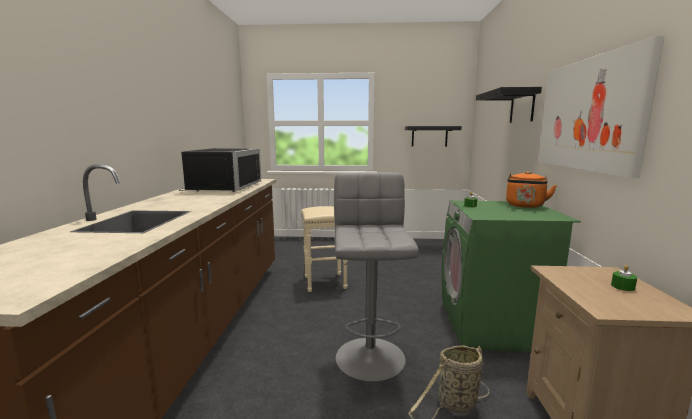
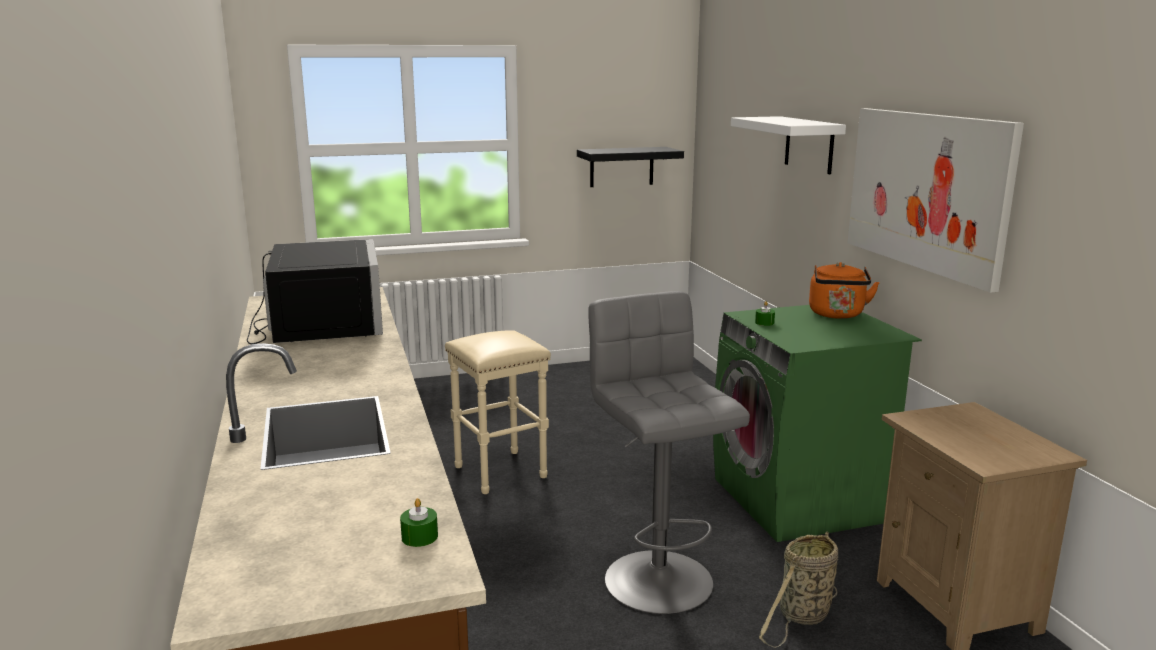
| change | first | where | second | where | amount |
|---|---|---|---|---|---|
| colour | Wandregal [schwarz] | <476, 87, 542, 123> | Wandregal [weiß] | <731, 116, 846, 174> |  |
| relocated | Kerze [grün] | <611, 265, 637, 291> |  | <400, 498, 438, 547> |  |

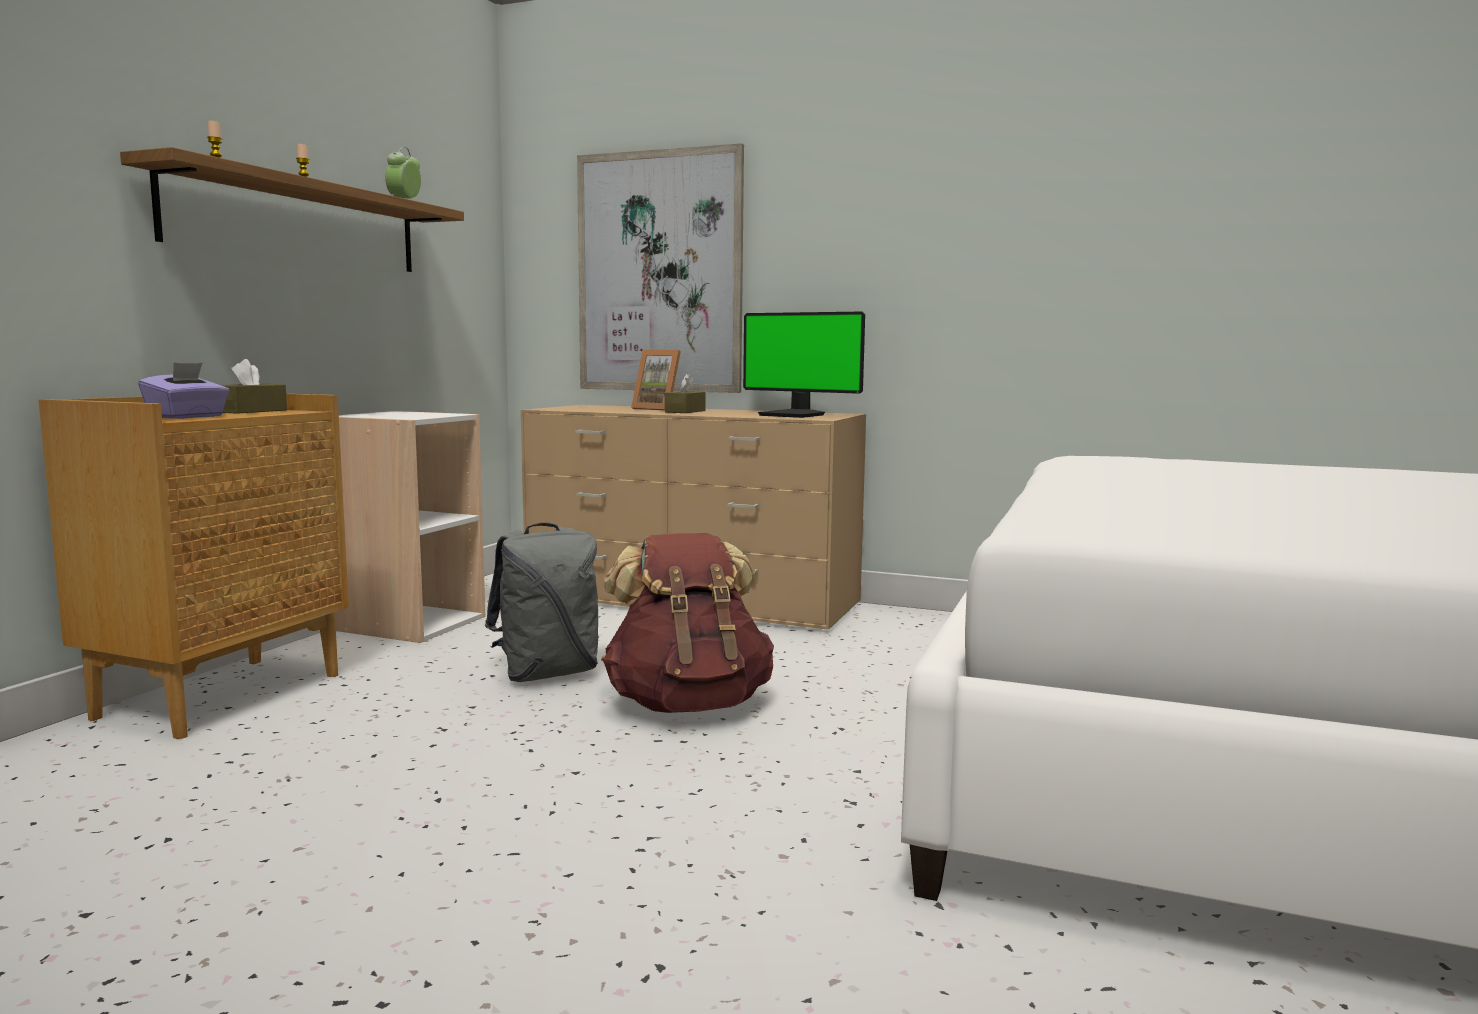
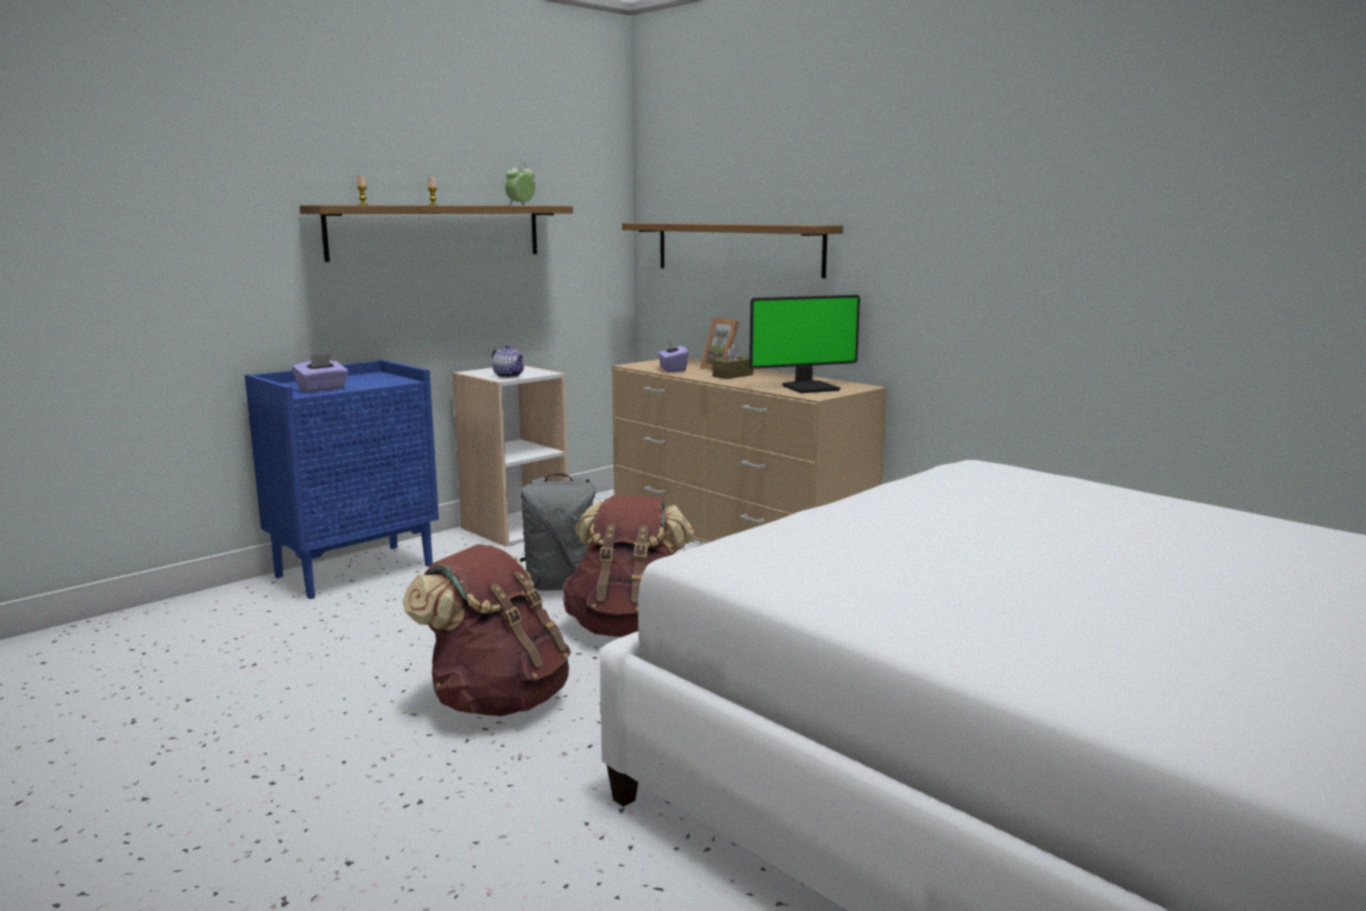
| change | first | where | second | where | amount |
|---|---|---|---|---|---|
| colour | Schrank [braun] | <38, 393, 349, 739> | Schrank [blau] | <245, 360, 439, 599> |  |
| missing | Taschentuchbox [braun] | <221, 359, 287, 414> |  |  |  |
| exchanged | Bild | <577, 143, 744, 393> | Wandregal | <622, 223, 843, 278> |  |
| spun | Monitor | <743, 312, 865, 418> |  | <749, 295, 860, 393> | 75 degrees counterclockwise |
| appeared |  |  | Rucksack [braun] | <402, 544, 571, 717> |  |
| appeared |  |  | Teekanne | <492, 345, 524, 378> |  |
| appeared |  |  | Taschentuchbox [lila] | <658, 340, 688, 372> |  |

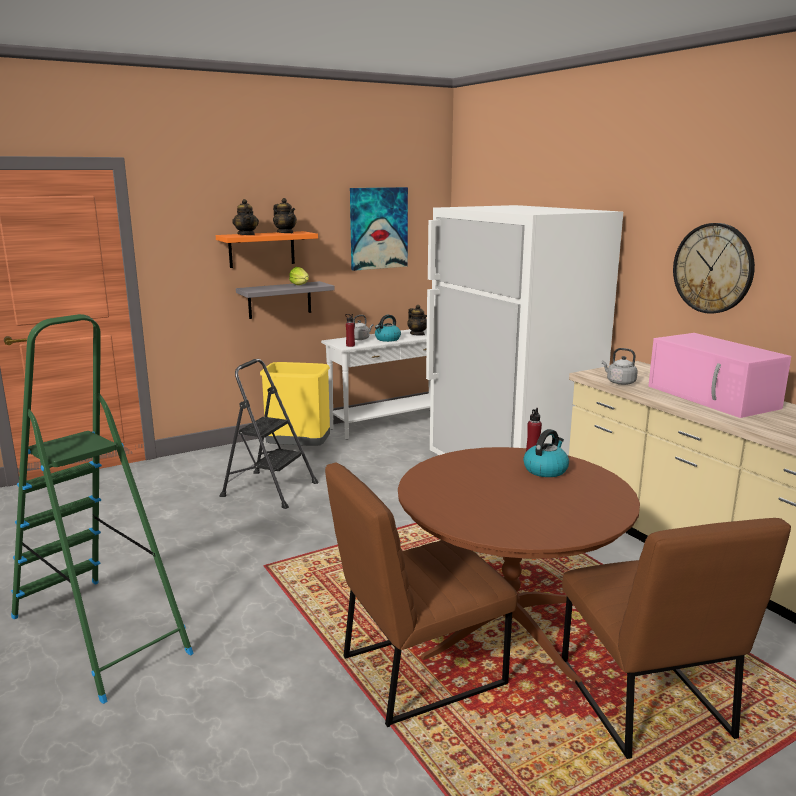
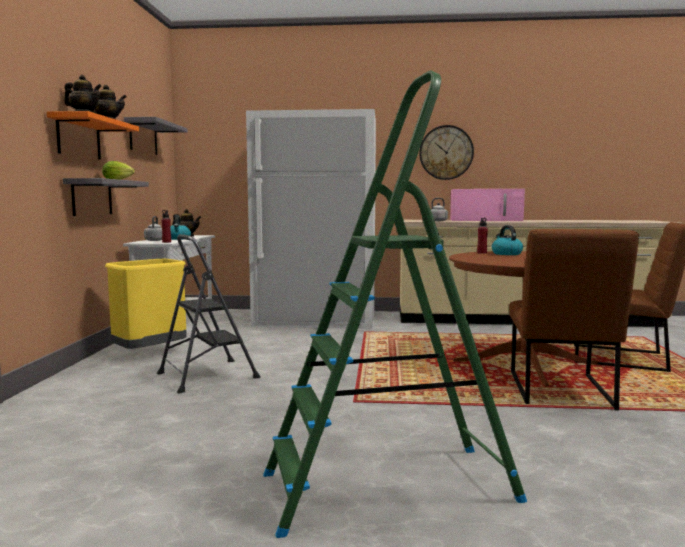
| change | first | where | second | where | amount |
|---|---|---|---|---|---|
| exchanged | Bild | <350, 187, 408, 271> | Wandregal [grau] | <124, 117, 188, 155> |  |

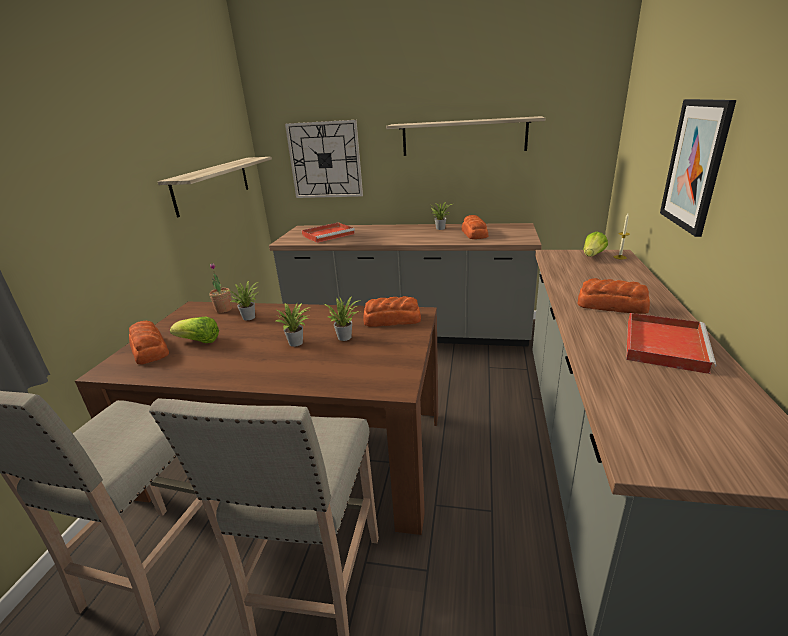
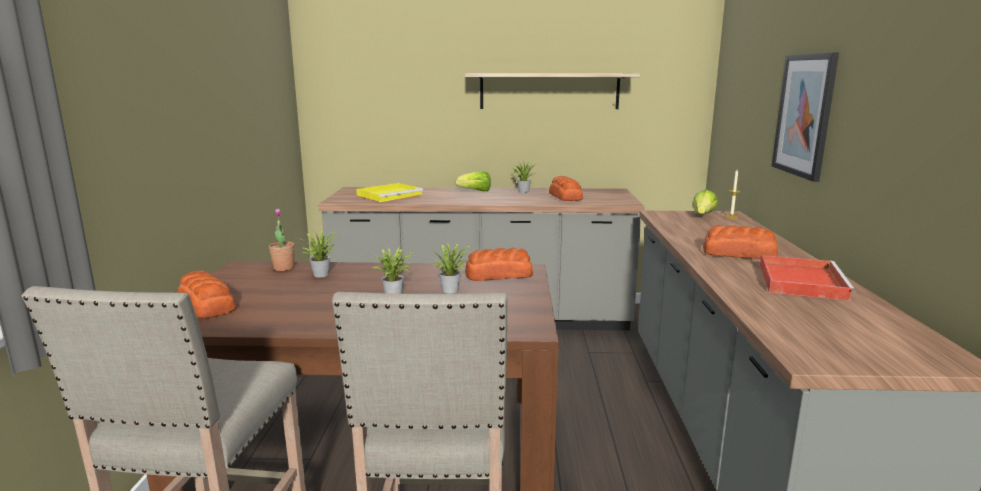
| change | first | where | second | where | amount |
|---|---|---|---|---|---|
| missing | Wandregal | <157, 157, 272, 217> |  |  |  |
| relocated | Salatkopf | <170, 317, 219, 343> |  | <455, 171, 491, 191> |  |
| missing | Wanduhr | <285, 120, 363, 198> |  |  |  |
| colour | Tablett [rot] | <302, 222, 355, 243> | Tablett [gelb] | <356, 183, 423, 202> |  |

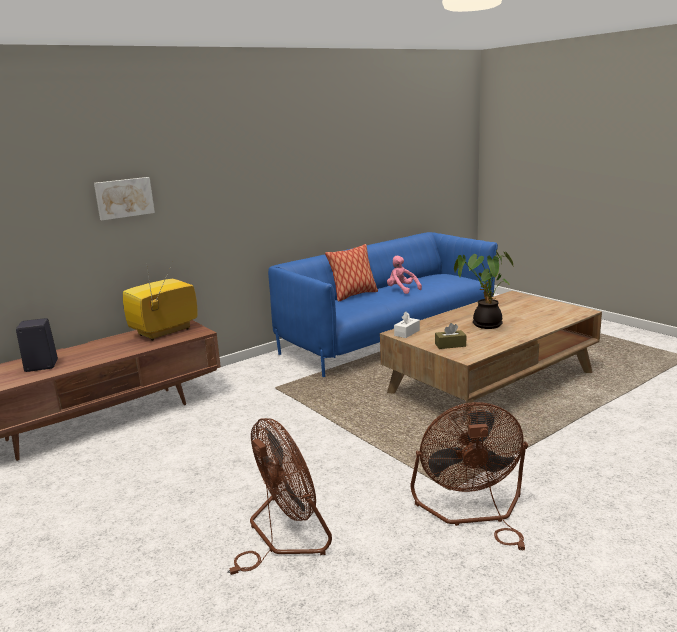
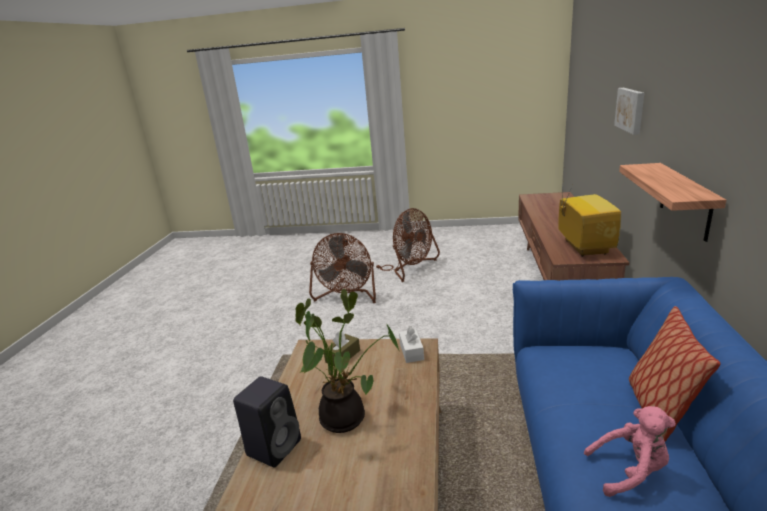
| change | first | where | second | where | amount |
|---|---|---|---|---|---|
| relocated | Lautsprecher [schwarz] | <16, 318, 58, 372> |  | <233, 376, 301, 468> |  |
| relocated | Ventilator [braun] | <411, 402, 528, 550> |  | <376, 208, 440, 282> |  |
| appeared |  |  | Wandregal | <619, 163, 726, 242> |  |

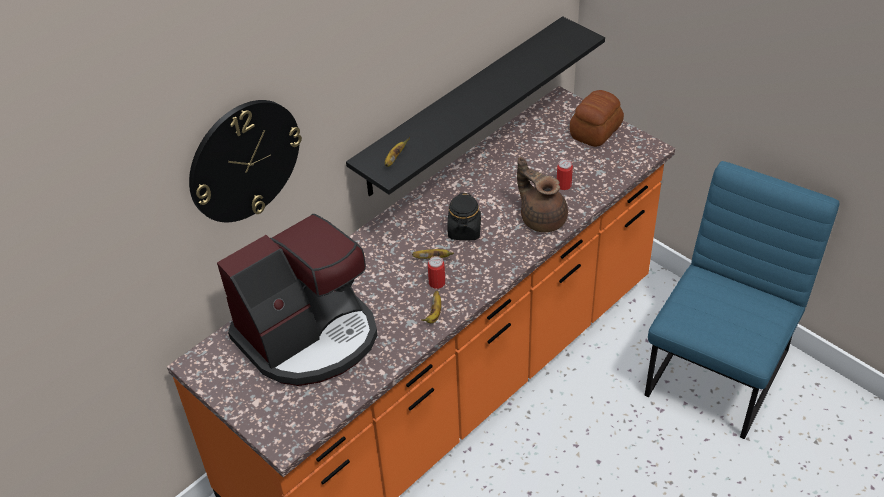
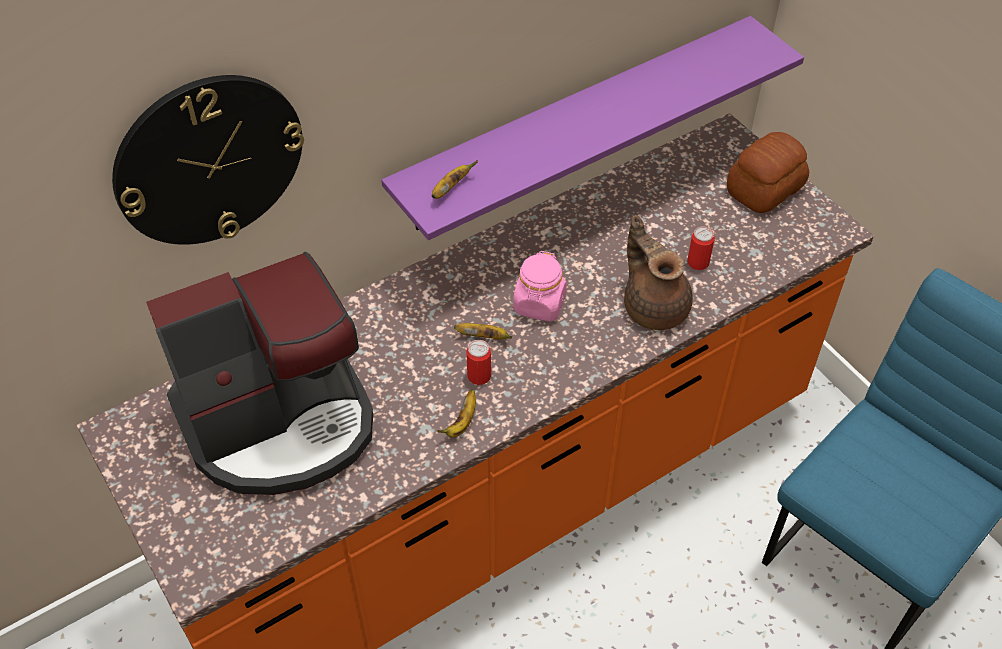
| change | first | where | second | where | amount |
|---|---|---|---|---|---|
| colour | Wandregal [schwarz] | <346, 16, 605, 196> | Wandregal [lila] | <381, 16, 804, 240> |  |
| colour | Vorratsglas [schwarz] | <447, 193, 481, 240> | Vorratsglas [rosa] | <513, 251, 567, 322> |  |

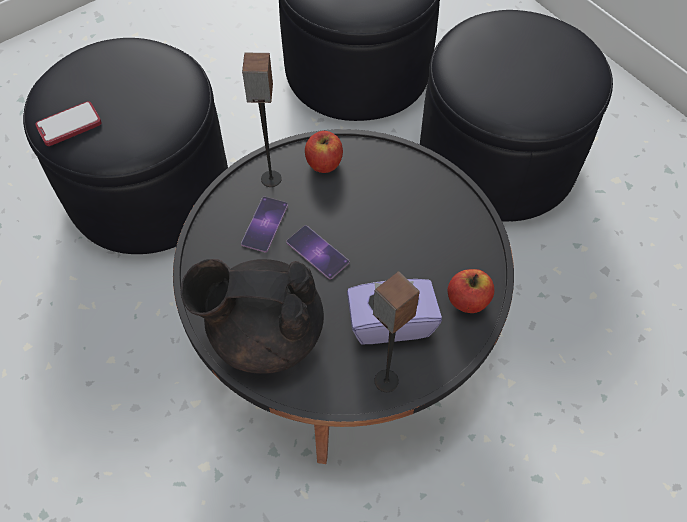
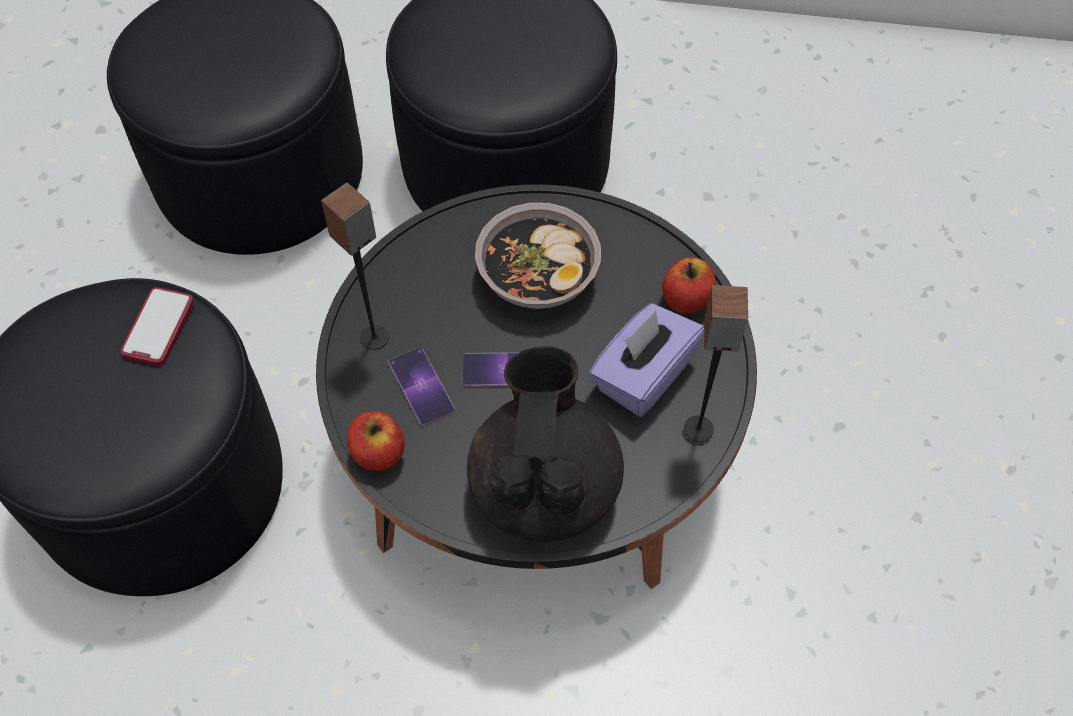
| change | first | where | second | where | amount |
|---|---|---|---|---|---|
| relocated | Handy | <35, 101, 102, 146> |  | <120, 287, 194, 366> |  |
| spun | Teekanne [schwarz] | <181, 259, 324, 374> |  | <467, 346, 624, 542> | 135 degrees clockwise |
| relocated | Apfel | <305, 131, 343, 173> |  | <347, 411, 405, 471> |  |
| appeared |  |  | Schüssel | <475, 202, 601, 309> |  |

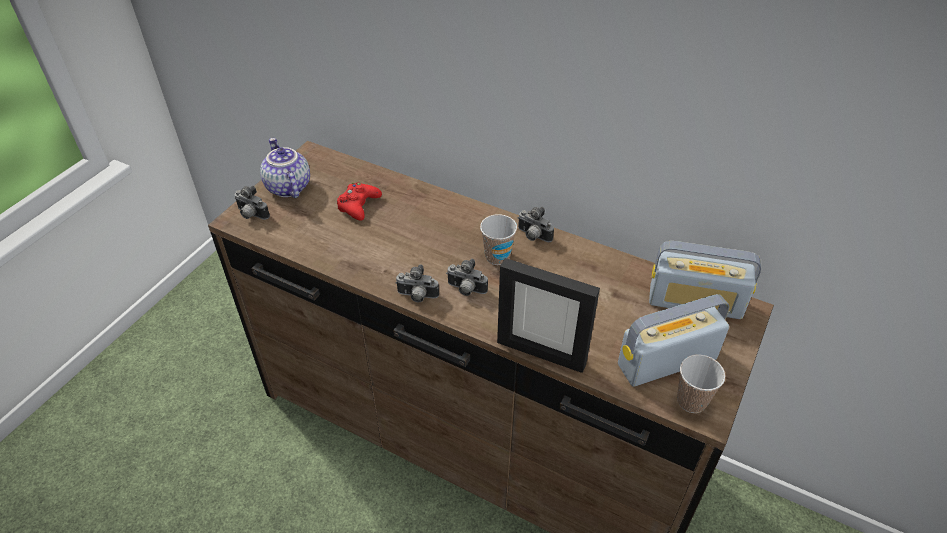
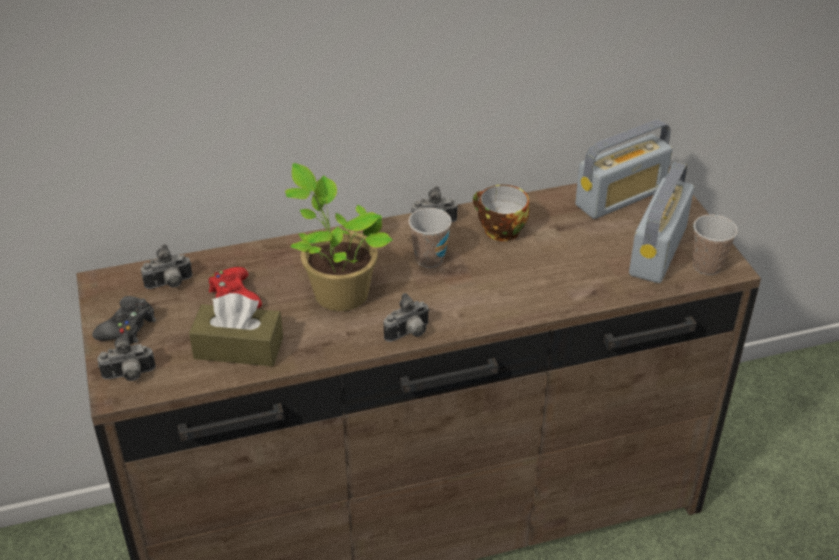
| change | first | where | second | where | amount |
|---|---|---|---|---|---|
| exchanged | Teekanne | <260, 138, 310, 198> | Gamepad [schwarz] | <92, 296, 156, 344> |  |
| relocated | Kamera | <446, 258, 488, 296> |  | <141, 244, 193, 289> |  |
| missing | Bilderrahmen | <497, 258, 600, 373> |  |  |  |
| appeared |  |  | Taschentuchbox [braun] | <189, 293, 283, 366> |  |
| appeared |  |  | Topfpflanze | <285, 163, 393, 311> |  |
| appeared |  |  | Tasse | <473, 185, 529, 241> |  |

